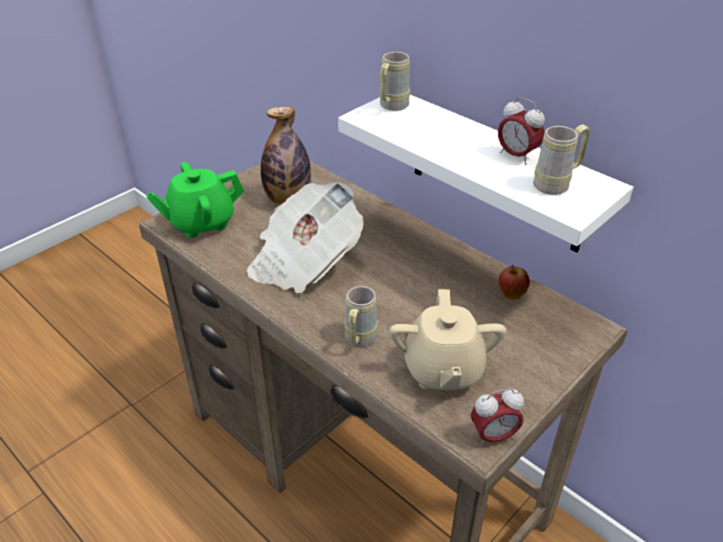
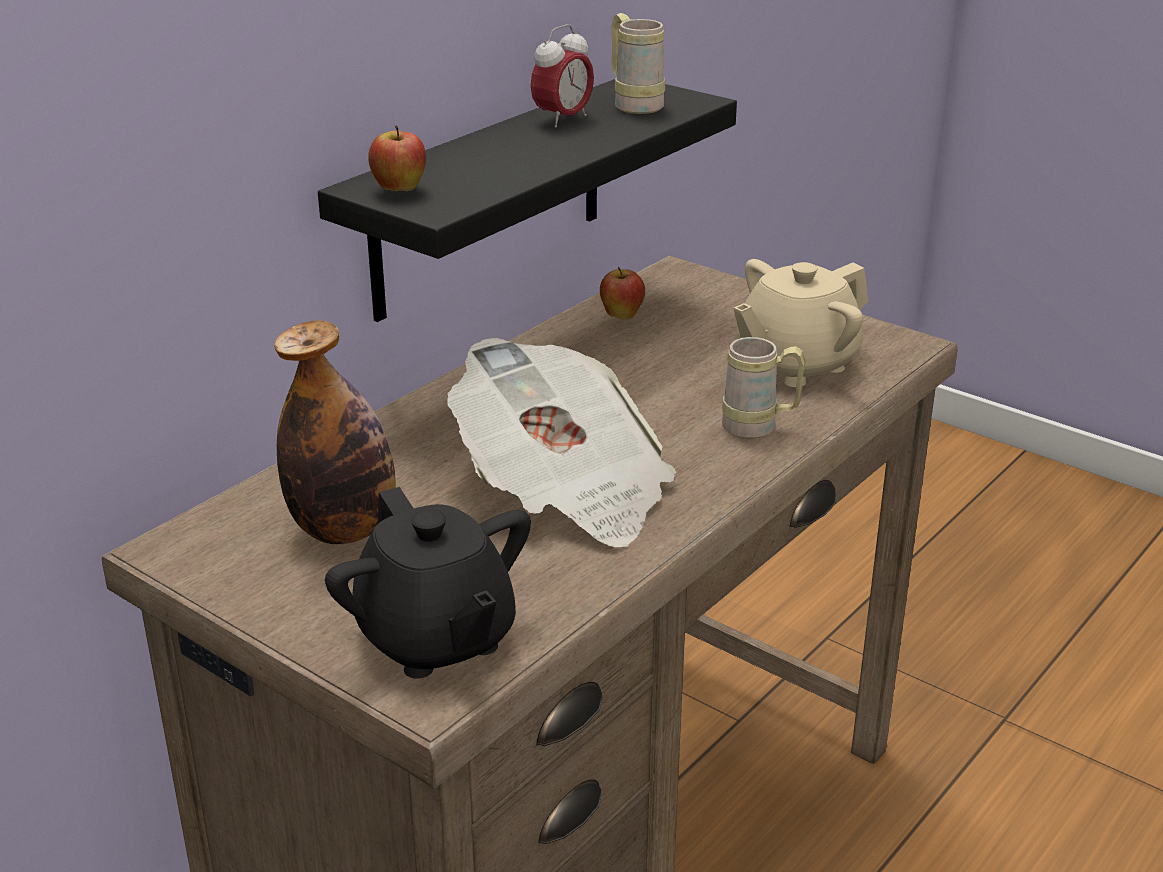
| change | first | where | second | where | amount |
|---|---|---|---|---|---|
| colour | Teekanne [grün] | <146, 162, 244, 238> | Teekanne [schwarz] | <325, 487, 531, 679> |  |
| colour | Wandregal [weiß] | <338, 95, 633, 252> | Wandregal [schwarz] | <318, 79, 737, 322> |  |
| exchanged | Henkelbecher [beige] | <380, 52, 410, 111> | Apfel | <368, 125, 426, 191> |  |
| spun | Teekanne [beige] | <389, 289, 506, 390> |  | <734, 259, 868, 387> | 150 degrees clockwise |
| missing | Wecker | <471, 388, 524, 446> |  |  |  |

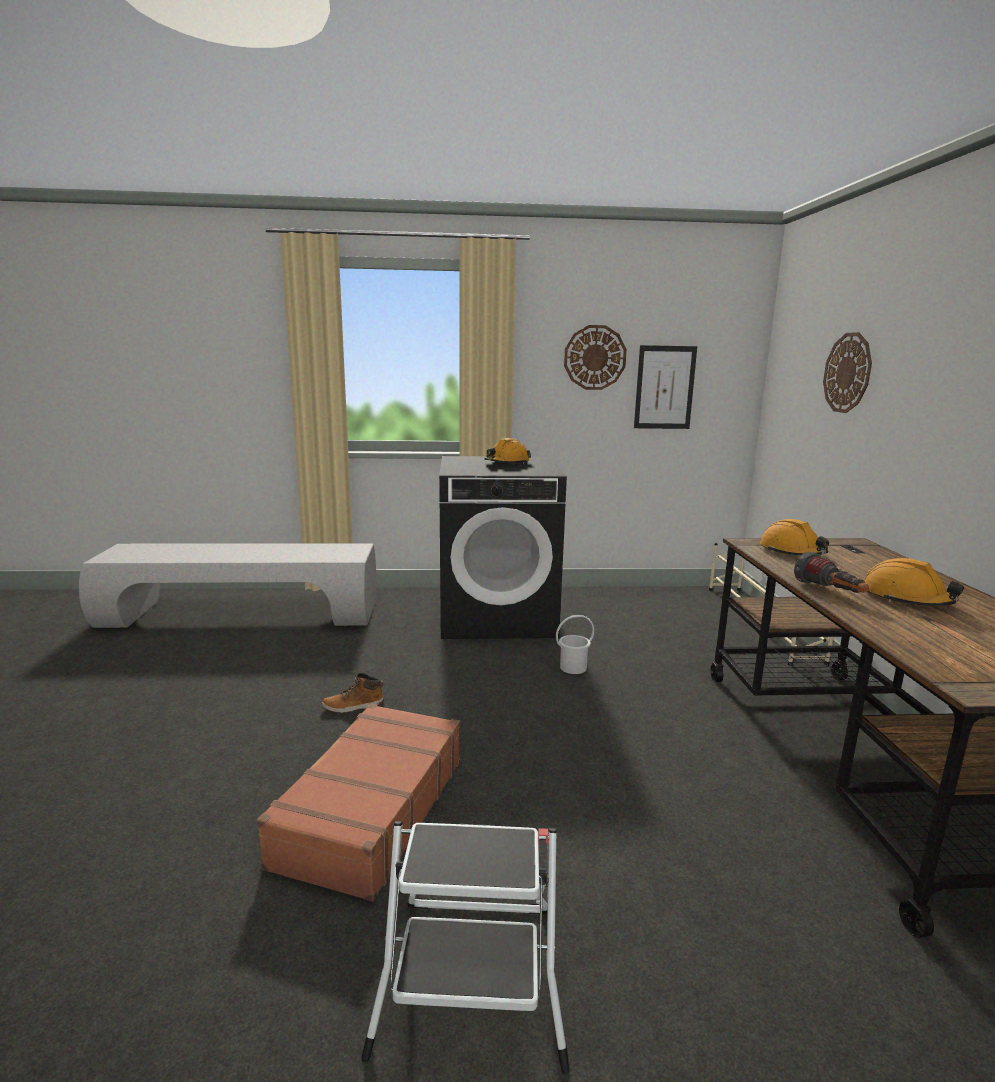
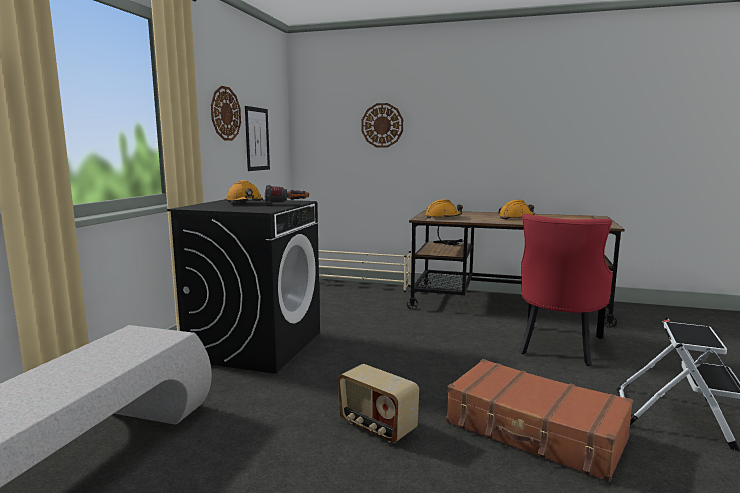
| change | first | where | second | where | amount |
|---|---|---|---|---|---|
| exchanged | Stiefel | <322, 673, 384, 713> | Radio | <338, 364, 419, 443> |  |
| missing | Eimer [weiß] | <556, 615, 594, 674> |  |  |  |
| relocated | Taschenlampe | <794, 551, 869, 593> |  | <264, 185, 309, 205> |  |
| appeared |  |  | Stuhl [rot] | <519, 214, 613, 366> |  |

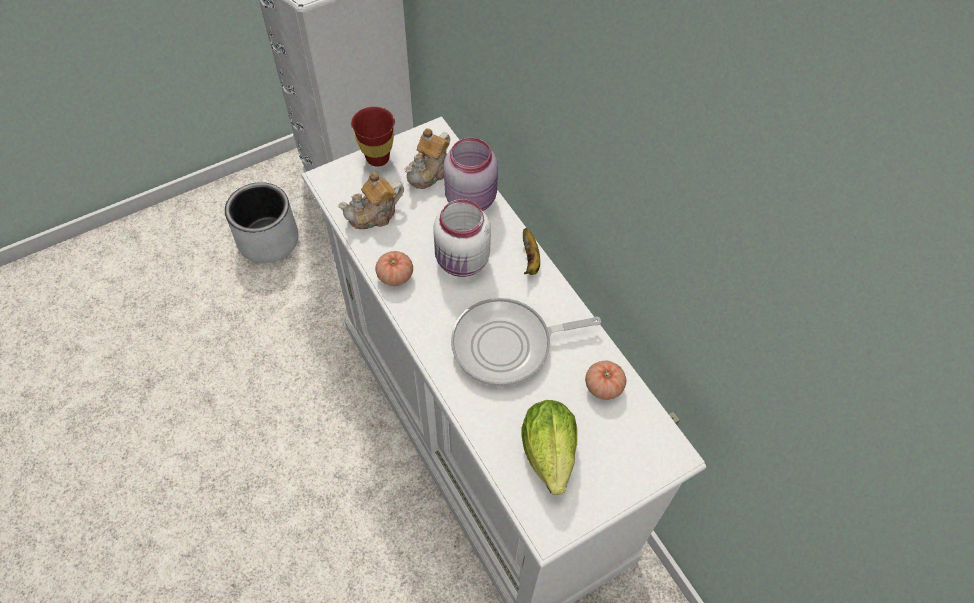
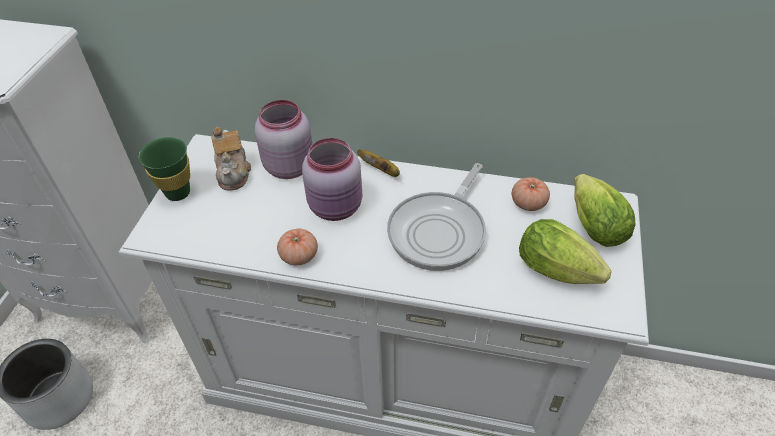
| change | first | where | second | where | amount |
|---|---|---|---|---|---|
| missing | Teekanne | <338, 172, 404, 229> |  |  |  |
| colour | Tasse [rot] | <351, 107, 395, 167> | Tasse [grün] | <139, 137, 190, 201> |  |
| colour | Vorratsglas [weiß] | <433, 199, 491, 277> | Vorratsglas [rosa] | <302, 138, 362, 221> |  |
| appeared |  |  | Salatkopf | <574, 174, 635, 247> |  |

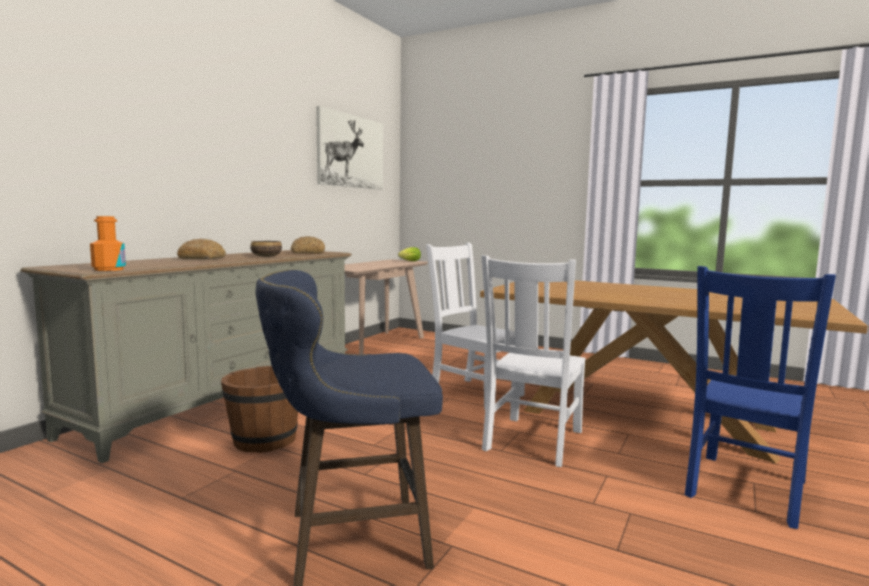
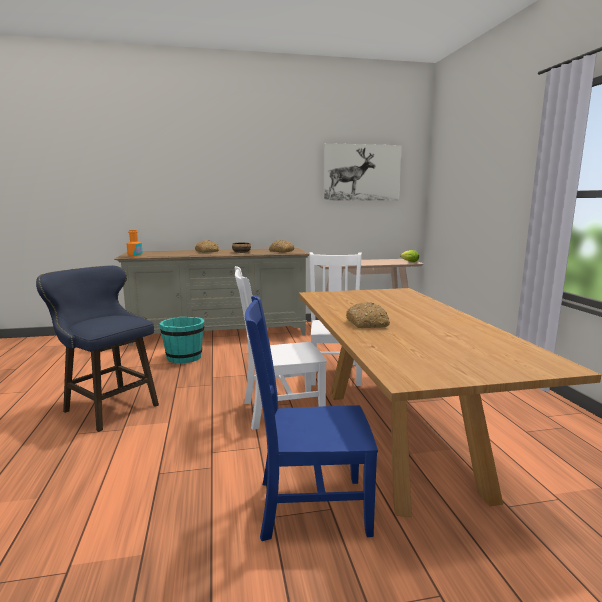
| change | first | where | second | where | amount |
|---|---|---|---|---|---|
| colour | Eimer [braun] | <221, 366, 298, 453> | Eimer [türkis] | <159, 317, 204, 363> |  |
| appeared |  |  | Brot | <346, 302, 390, 328> |  |

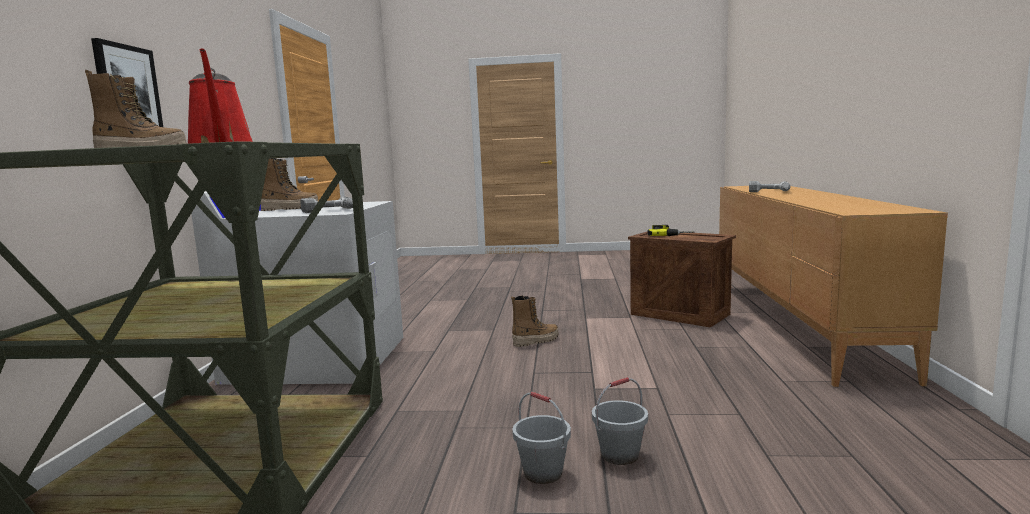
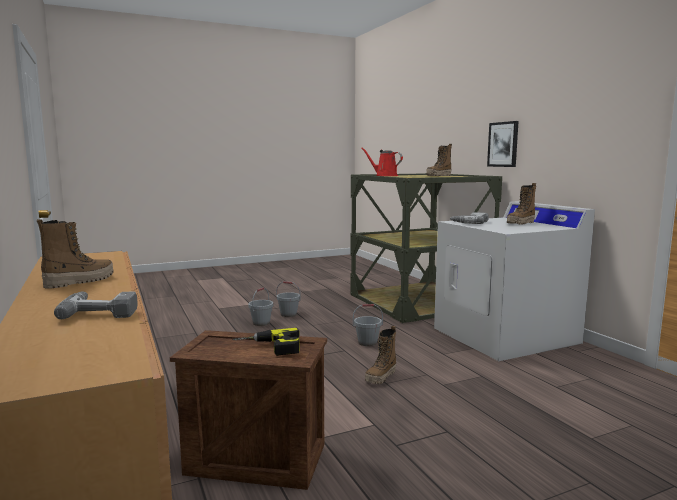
| change | first | where | second | where | amount |
|---|---|---|---|---|---|
| appeared |  |  | Stiefel | <37, 219, 114, 289> |  |
| appeared |  |  | Eimer [grau] | <353, 304, 383, 346> |  |

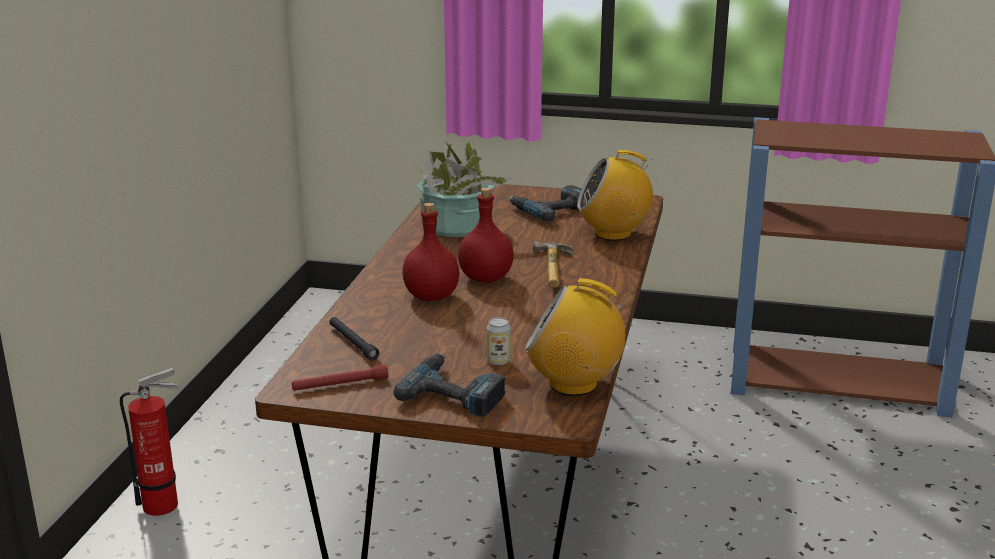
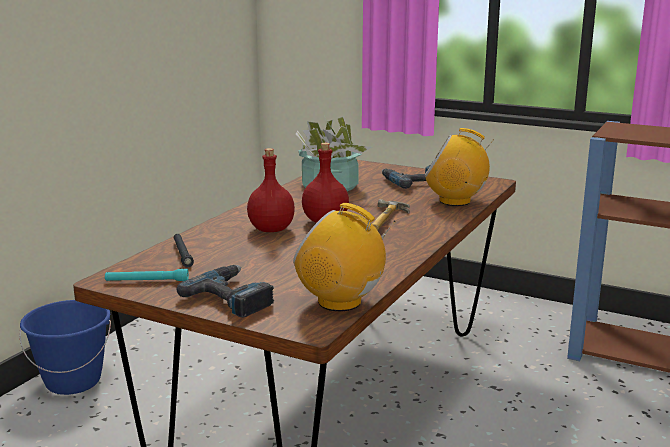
| change | first | where | second | where | amount |
|---|---|---|---|---|---|
| exchanged | Feuerlöscher | <120, 367, 181, 516> | Eimer [blau] | <19, 300, 111, 395> |  |
| colour | Taschenlampe [rot] | <292, 364, 388, 391> | Taschenlampe [türkis] | <105, 269, 189, 281> |  |
| missing | Dose | <487, 317, 511, 365> |  |  |  |

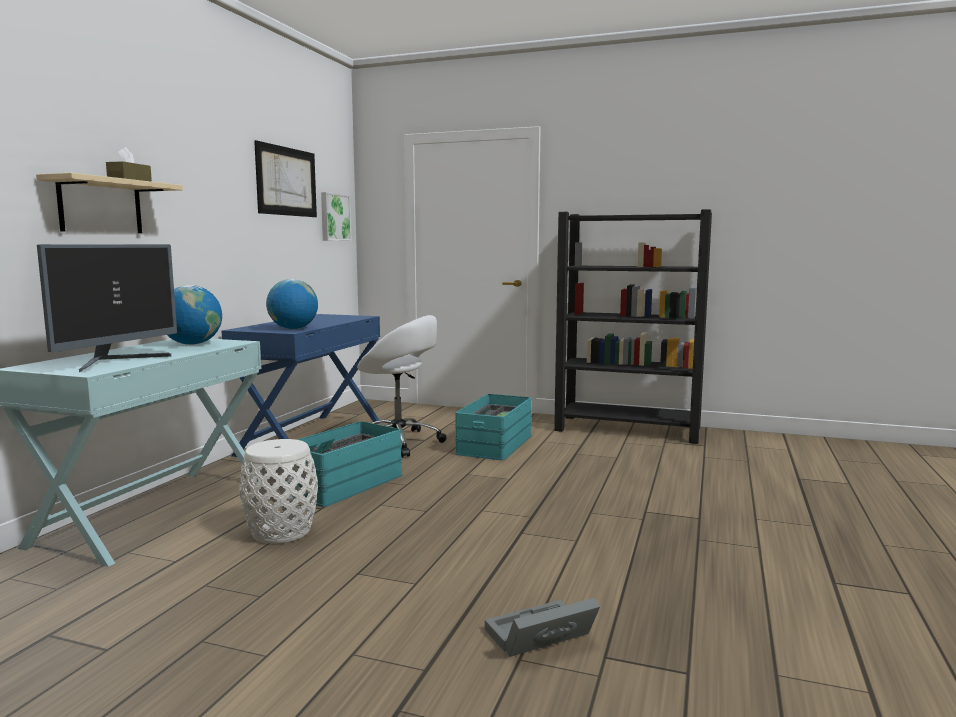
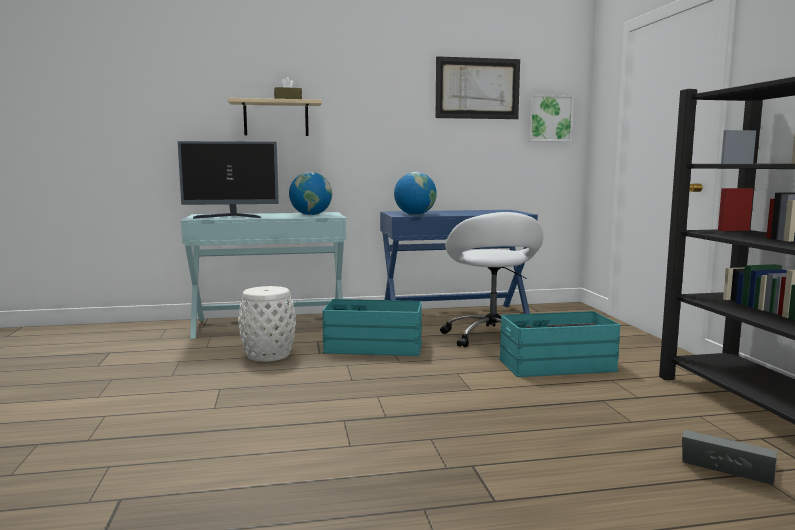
| change | first | where | second | where | amount |
|---|---|---|---|---|---|
| relocated | Aufbewahrungsbox [grau] | <485, 598, 600, 657> |  | <682, 430, 777, 485> |  |

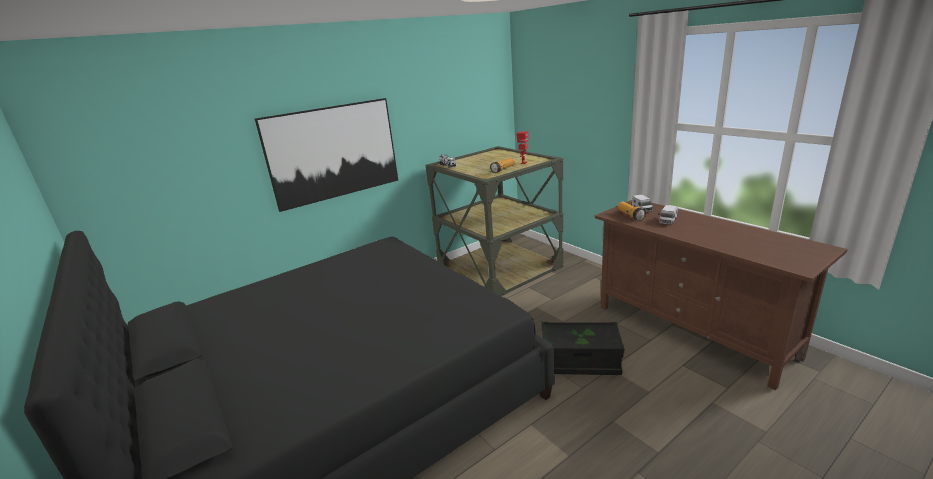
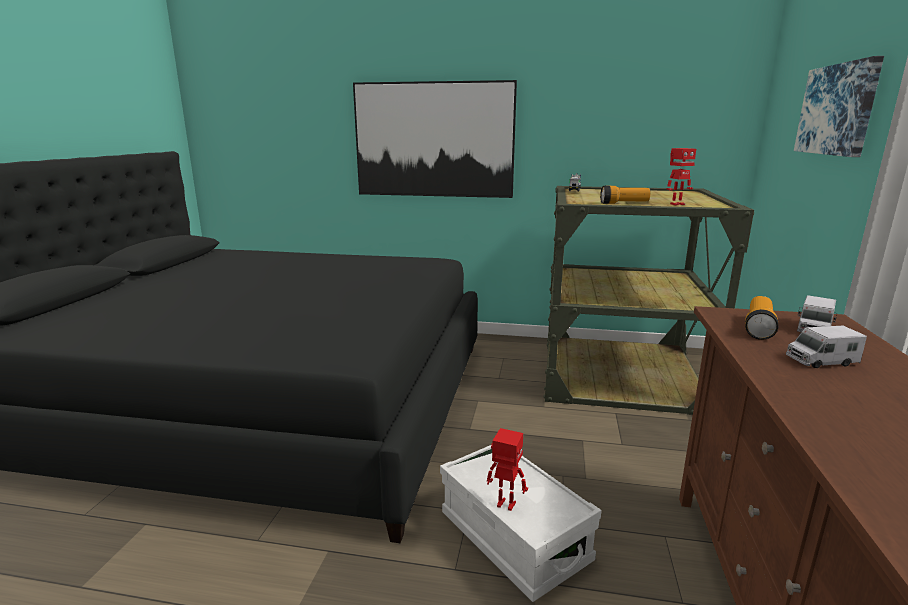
| change | first | where | second | where | amount |
|---|---|---|---|---|---|
| colour | Aufbewahrungsbox [schwarz] | <542, 322, 624, 375> | Aufbewahrungsbox [weiß] | <440, 445, 602, 602> |  |
| appeared |  |  | Spielzeugroboter | <487, 428, 528, 511> |  |
| appeared |  |  | Bild | <794, 56, 884, 157> |  |

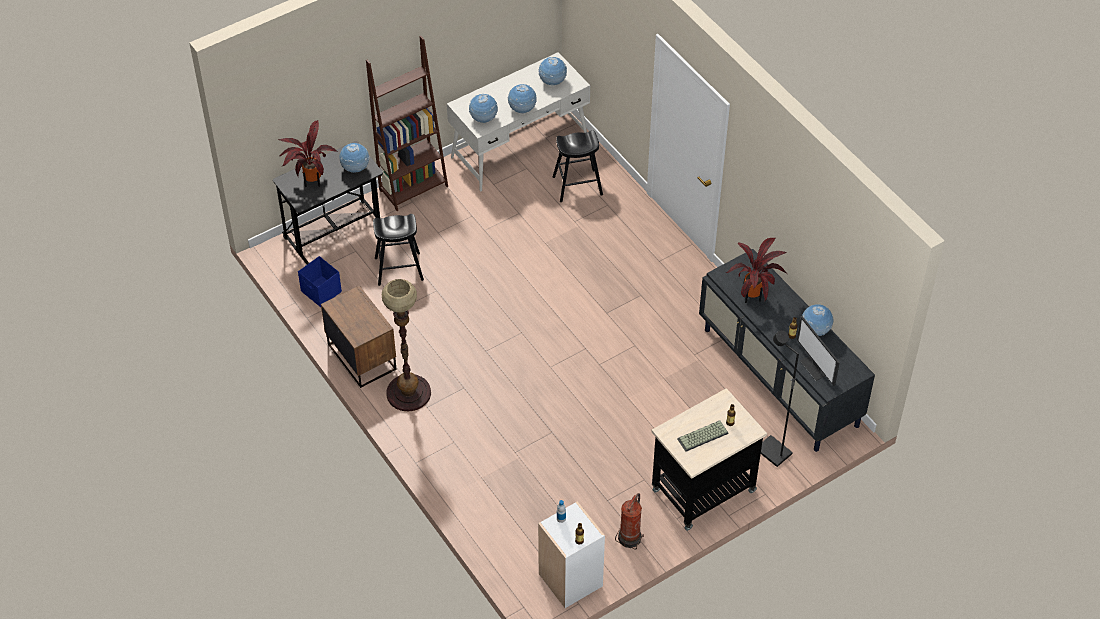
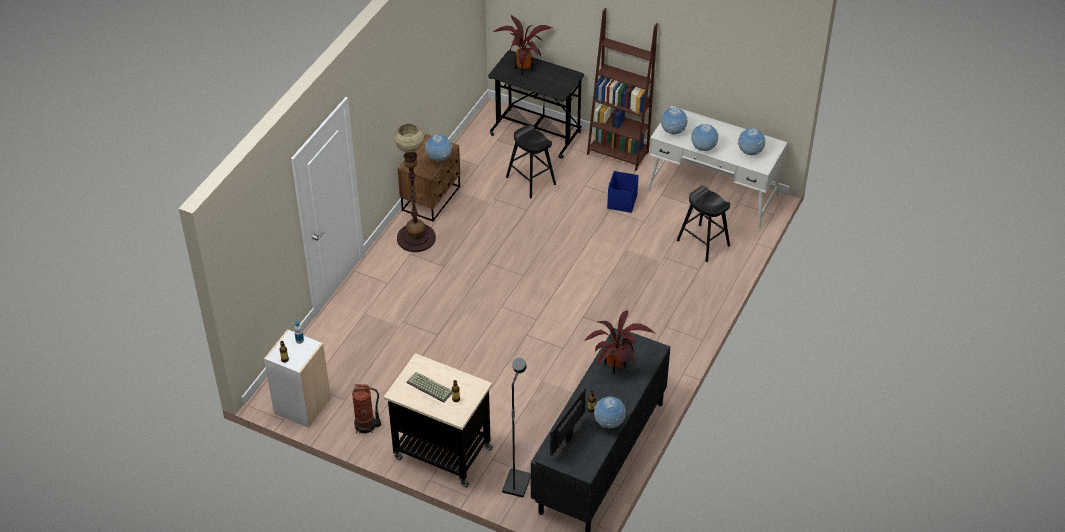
| change | first | where | second | where | amount |
|---|---|---|---|---|---|
| relocated | Aufbewahrungsbox [blau] | <298, 256, 342, 307> |  | <607, 171, 639, 213> |  |
| relocated | Globus | <339, 143, 370, 173> |  | <425, 135, 452, 161> |  |

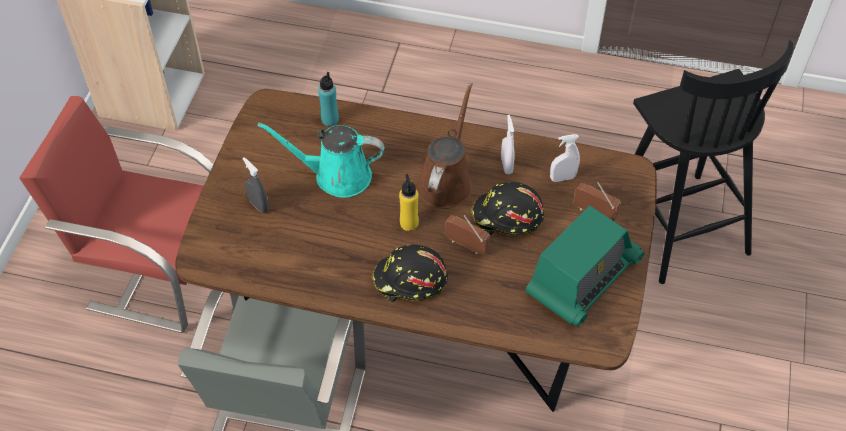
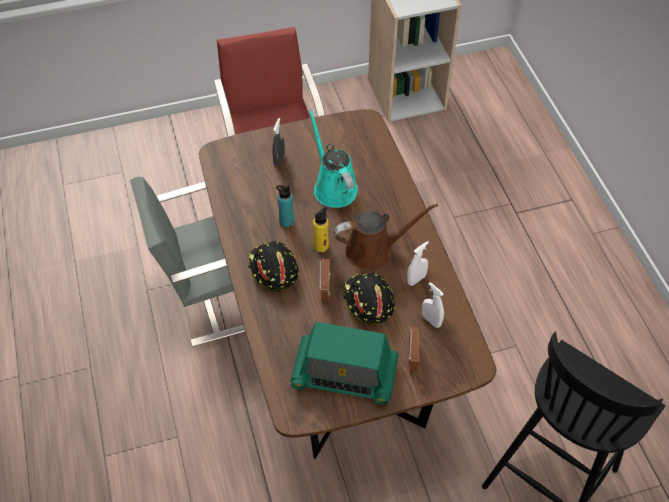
| change | first | where | second | where | amount |
|---|---|---|---|---|---|
| relocated | Flasche [türkis] | <318, 72, 339, 126> |  | <276, 185, 294, 227> |  |

